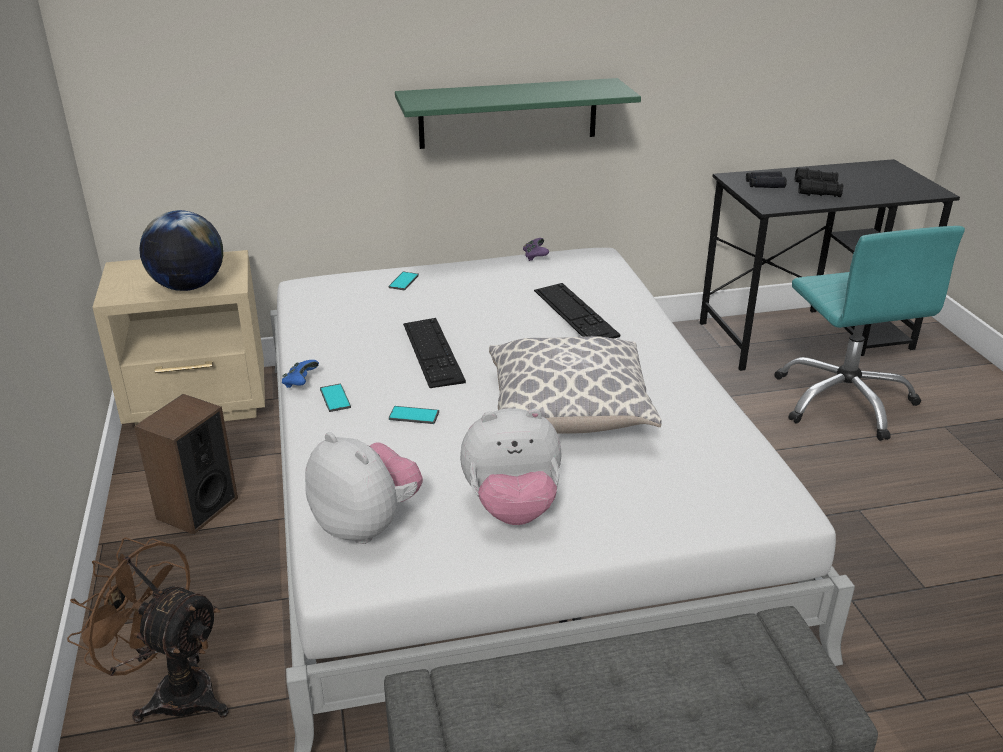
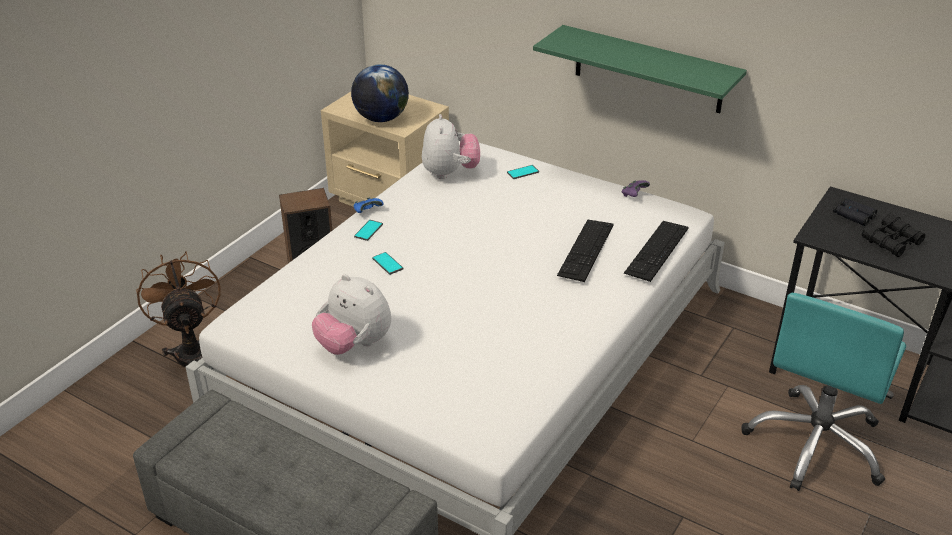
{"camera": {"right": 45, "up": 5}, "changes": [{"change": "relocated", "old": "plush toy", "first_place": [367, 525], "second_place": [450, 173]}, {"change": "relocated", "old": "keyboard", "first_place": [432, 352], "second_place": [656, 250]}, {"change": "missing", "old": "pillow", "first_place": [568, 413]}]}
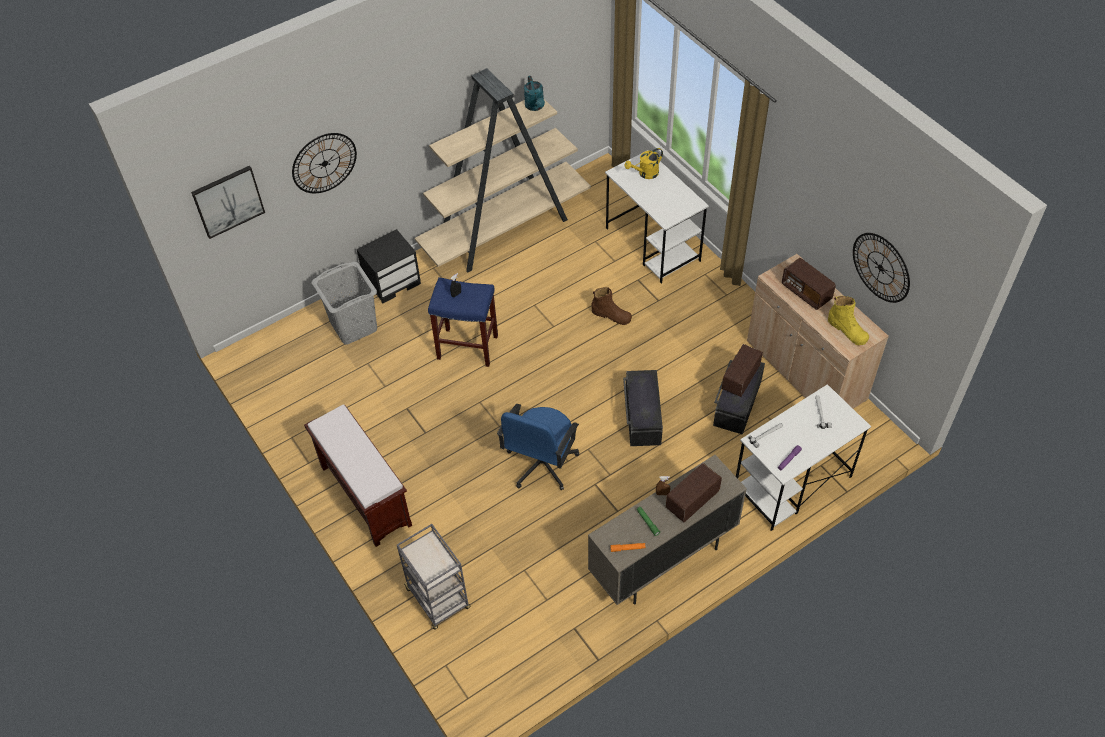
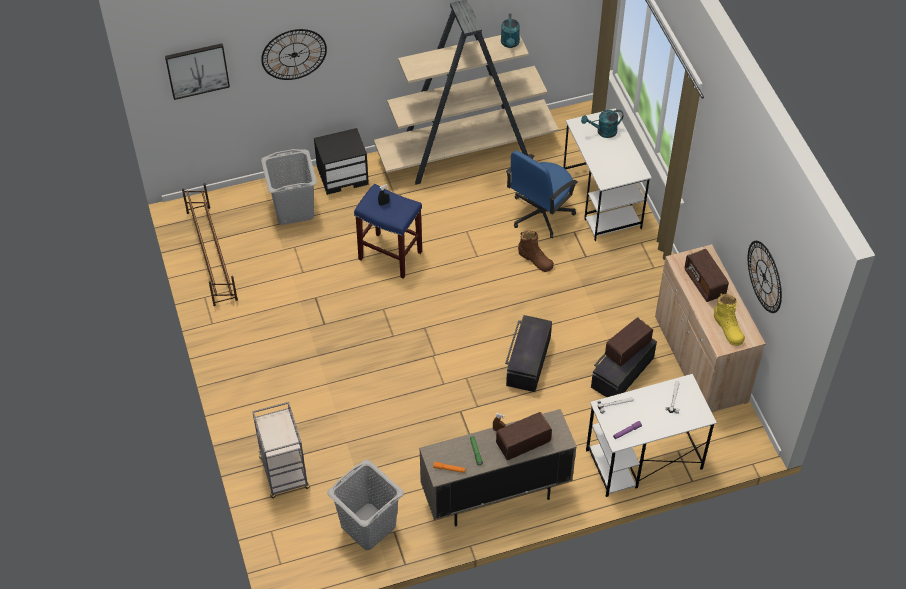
{"camera": {"right": 15, "up": 0}, "changes": [{"change": "missing", "old": "brown bench", "first_place": [364, 495]}, {"change": "relocated", "old": "blue office chair", "first_place": [541, 464], "second_place": [540, 214]}, {"change": "colour", "old": "yellow watering can", "new": "turquoise watering can", "first_place": [645, 174], "second_place": [603, 131]}, {"change": "appeared", "new": "brown shoe rack", "second_place": [211, 254]}, {"change": "appeared", "new": "grey laundry basket", "second_place": [368, 527]}]}
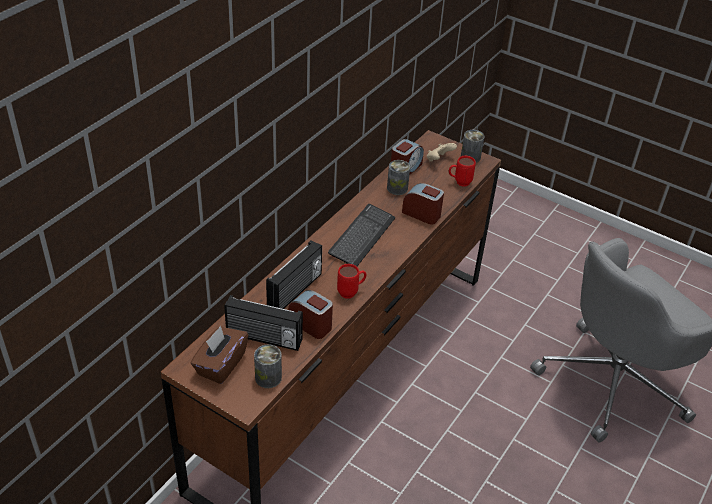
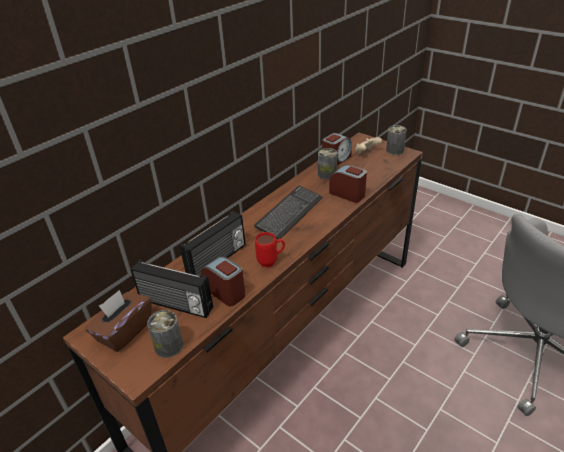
{"camera": {"right": 10, "up": -5}, "changes": [{"change": "missing", "old": "red mug", "first_place": [459, 182]}]}
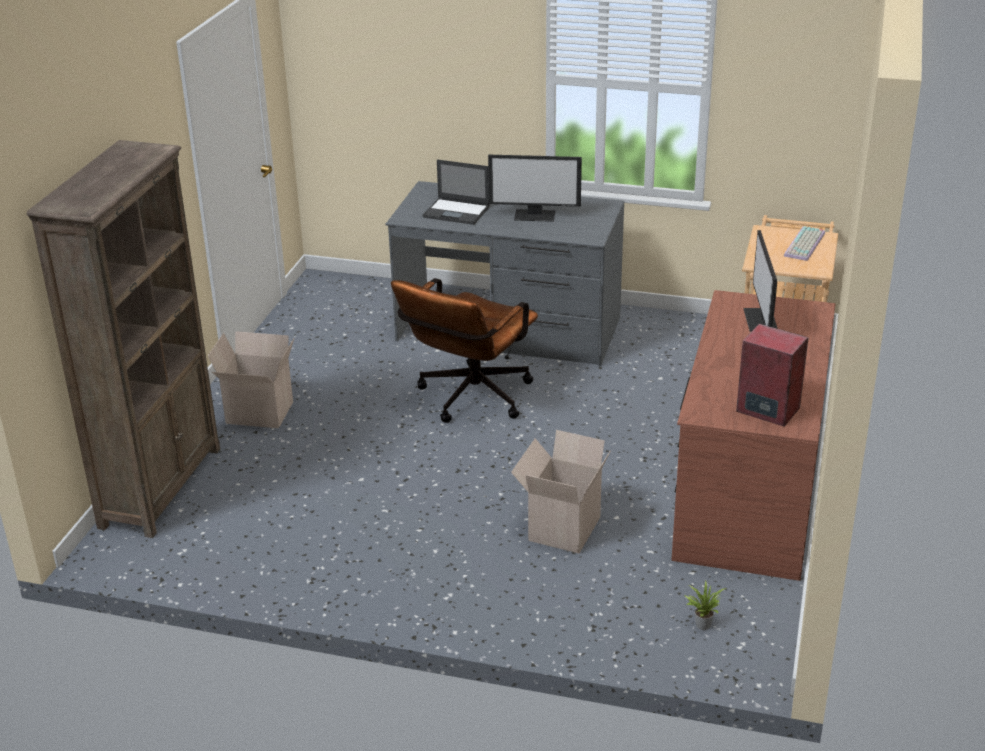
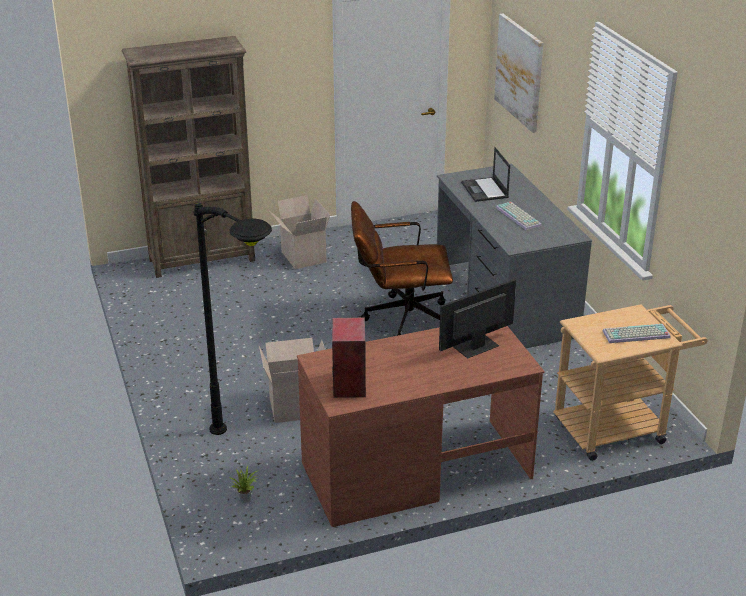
{"camera": {"right": 55, "up": 0}, "changes": [{"change": "exchanged", "old": "monitor", "new": "keyboard", "first_place": [535, 215], "second_place": [519, 216]}, {"change": "appeared", "new": "black floor lamp", "second_place": [251, 456]}, {"change": "appeared", "new": "picture", "second_place": [519, 72]}]}
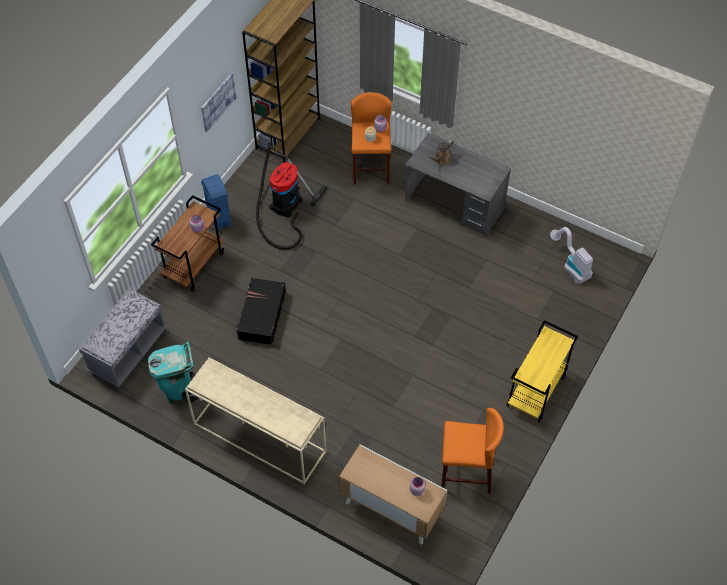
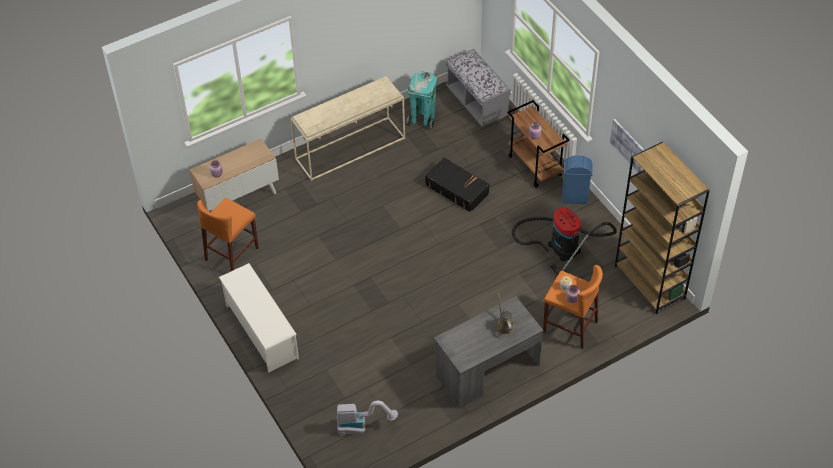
{"camera": {"right": 120, "up": -5}, "changes": [{"change": "exchanged", "old": "yellow cart", "new": "white shoe rack", "first_place": [536, 392], "second_place": [261, 331]}]}
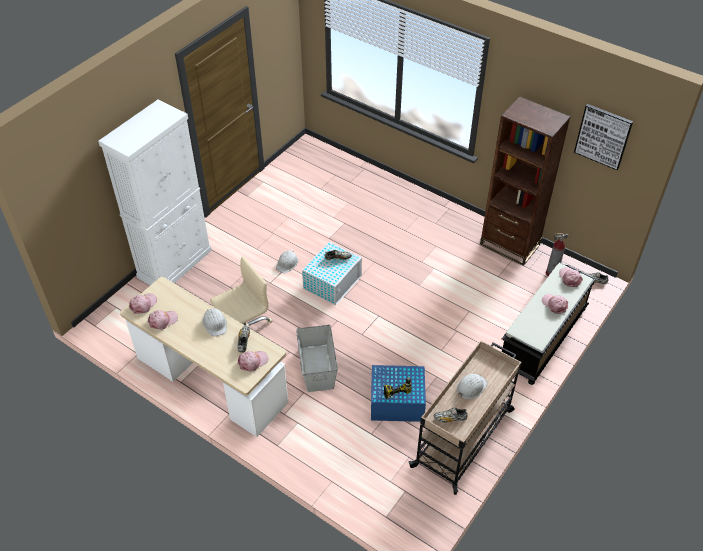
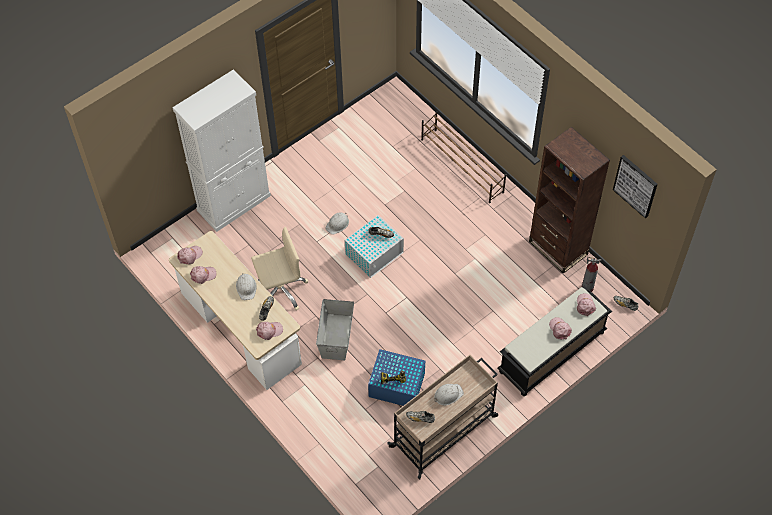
{"camera": {"right": 15, "up": 10}, "changes": [{"change": "appeared", "new": "brown shoe rack", "second_place": [462, 166]}]}
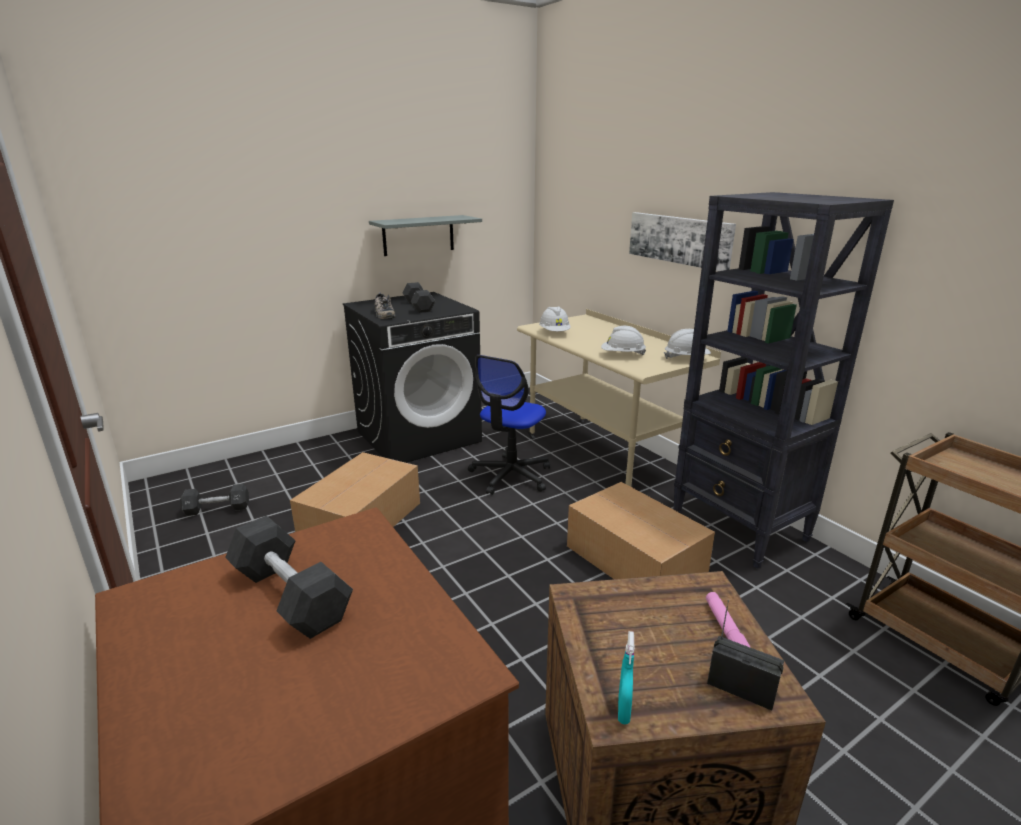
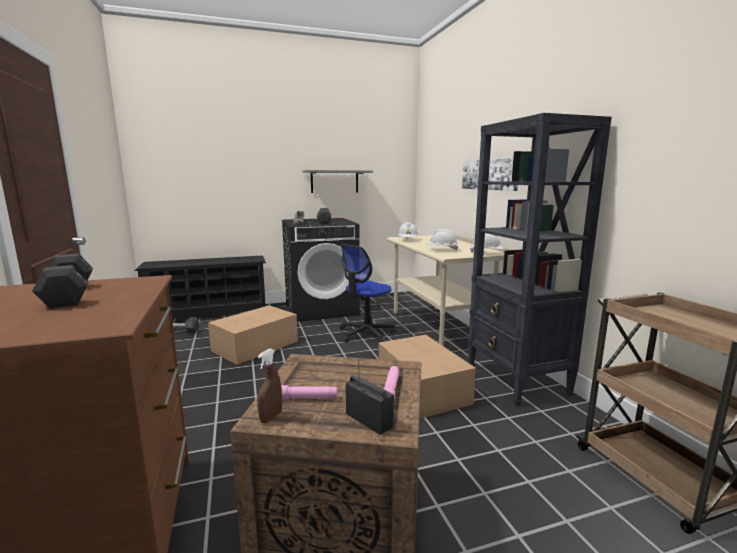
{"camera": {"right": 15, "up": -10}, "changes": [{"change": "colour", "old": "turquoise spray bottle", "new": "brown spray bottle", "first_place": [623, 710], "second_place": [271, 417]}, {"change": "appeared", "new": "black shoe rack", "second_place": [209, 314]}, {"change": "appeared", "new": "pink flashlight", "second_place": [303, 398]}]}
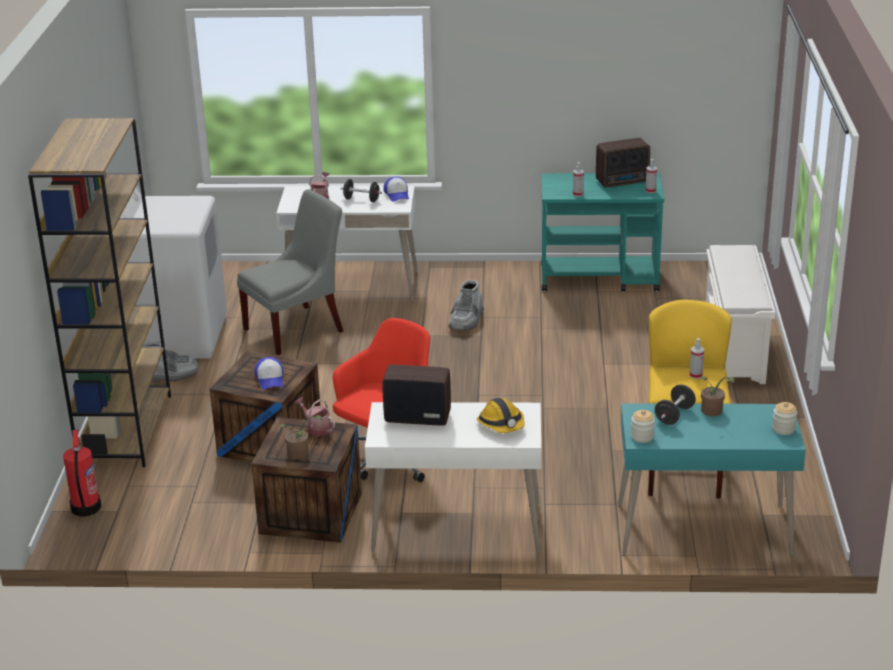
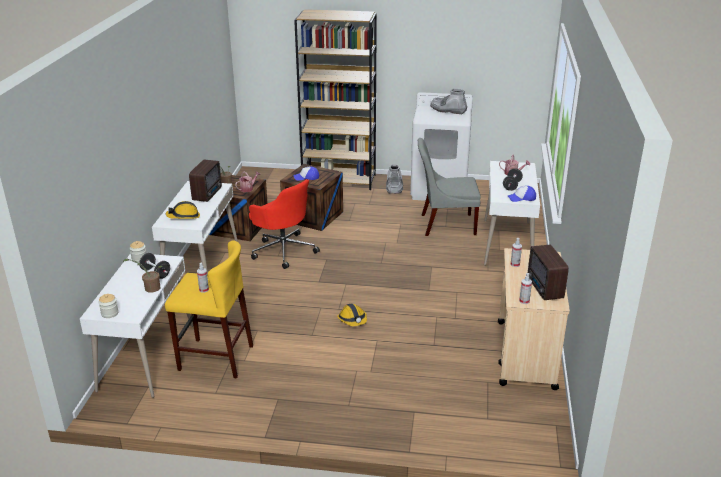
{"camera": {"right": 95, "up": 0}, "changes": [{"change": "missing", "old": "fire extinguisher", "first_place": [85, 508]}, {"change": "spun", "old": "grey chair", "first_place": [297, 329], "second_place": [445, 224], "degrees": 120}, {"change": "relocated", "old": "grey boot", "first_place": [466, 321], "second_place": [448, 110]}, {"change": "colour", "old": "turquoise cart", "new": "beige cart", "first_place": [600, 278], "second_place": [525, 355]}, {"change": "colour", "old": "turquoise desk", "new": "white desk", "first_place": [703, 530], "second_place": [146, 357]}, {"change": "missing", "old": "white shoe rack", "first_place": [735, 350]}, {"change": "appeared", "new": "hard hat", "second_place": [352, 320]}]}
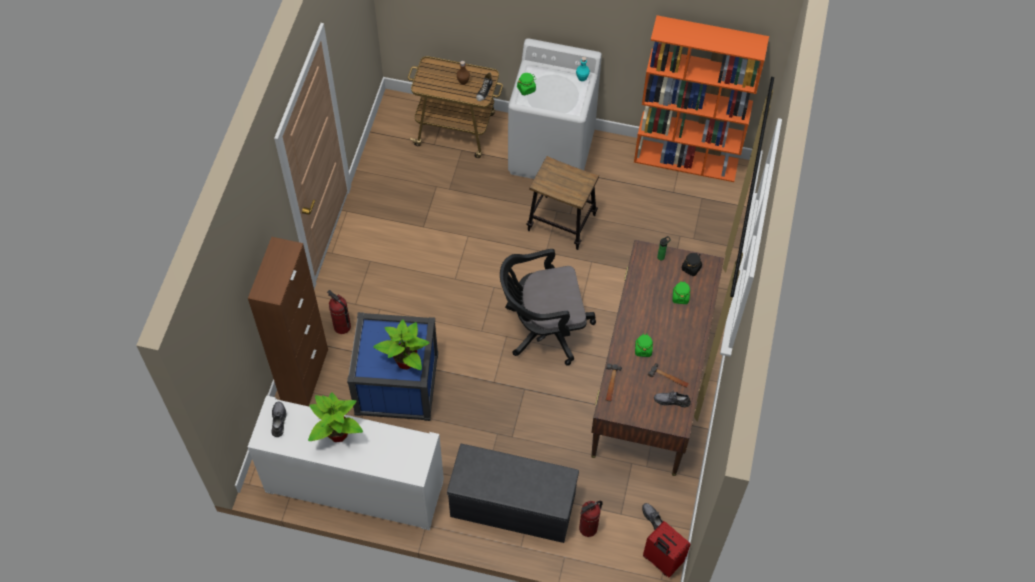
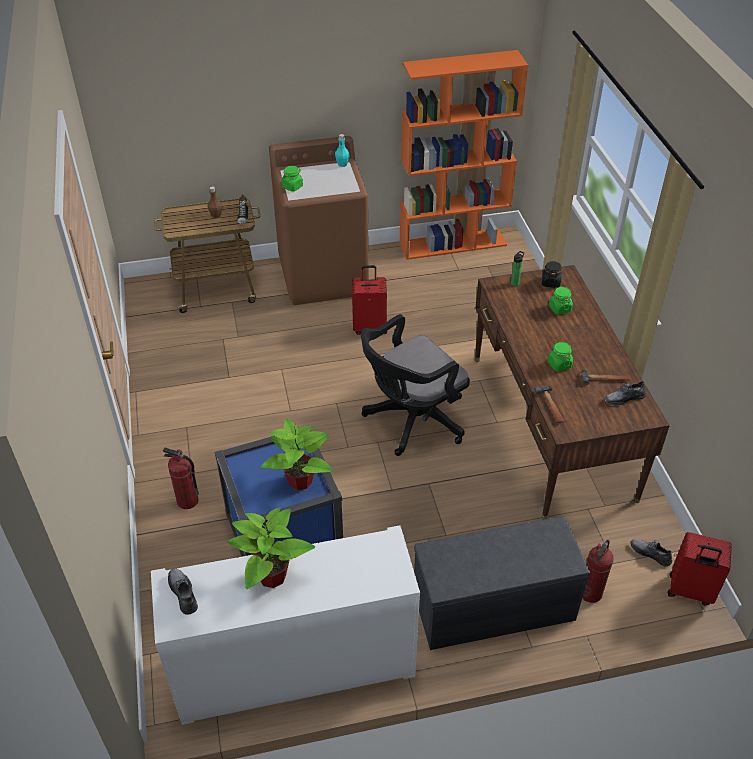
{"camera": {"right": -25, "up": -15}, "changes": [{"change": "missing", "old": "brown cabinet", "first_place": [304, 374]}, {"change": "colour", "old": "white washing machine", "new": "brown washing machine", "first_place": [552, 152], "second_place": [323, 276]}, {"change": "exchanged", "old": "stool", "new": "red suitcase", "first_place": [561, 222], "second_place": [370, 326]}]}
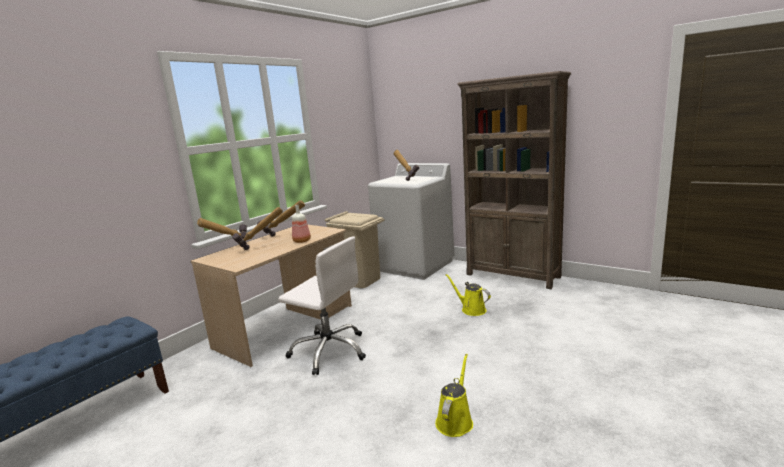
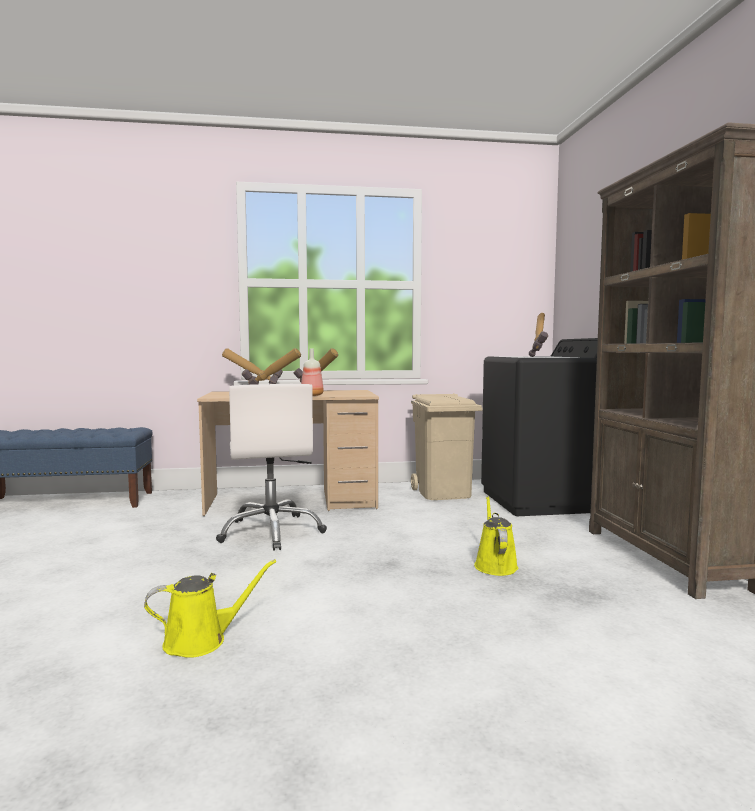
{"camera": {"right": 45, "up": -10}, "changes": [{"change": "colour", "old": "white washing machine", "new": "black washing machine", "first_place": [415, 265], "second_place": [542, 501]}]}
